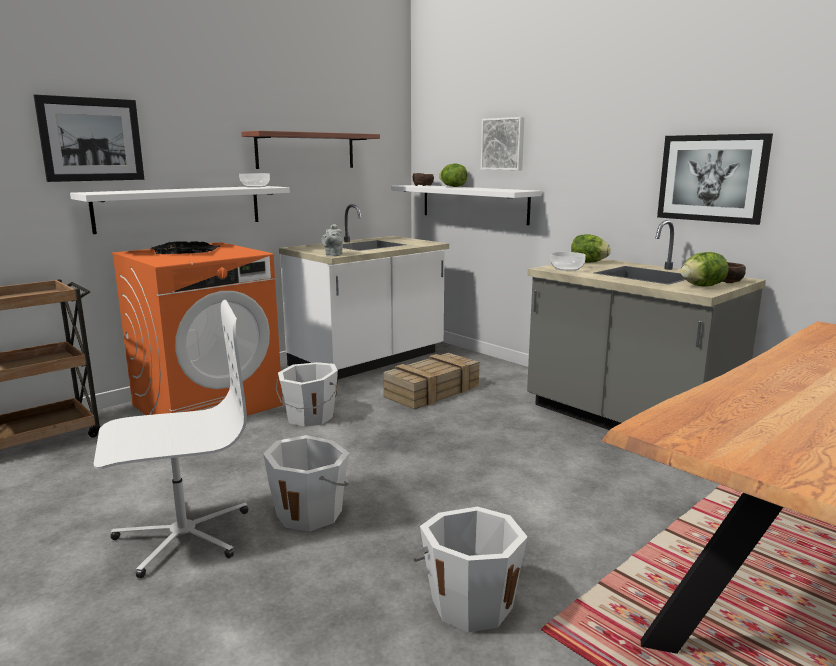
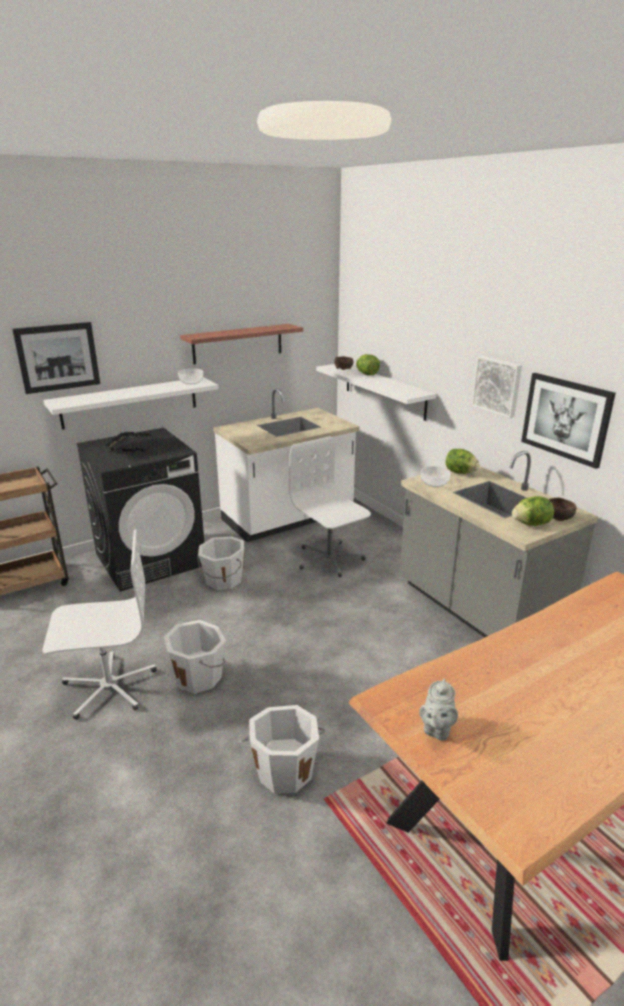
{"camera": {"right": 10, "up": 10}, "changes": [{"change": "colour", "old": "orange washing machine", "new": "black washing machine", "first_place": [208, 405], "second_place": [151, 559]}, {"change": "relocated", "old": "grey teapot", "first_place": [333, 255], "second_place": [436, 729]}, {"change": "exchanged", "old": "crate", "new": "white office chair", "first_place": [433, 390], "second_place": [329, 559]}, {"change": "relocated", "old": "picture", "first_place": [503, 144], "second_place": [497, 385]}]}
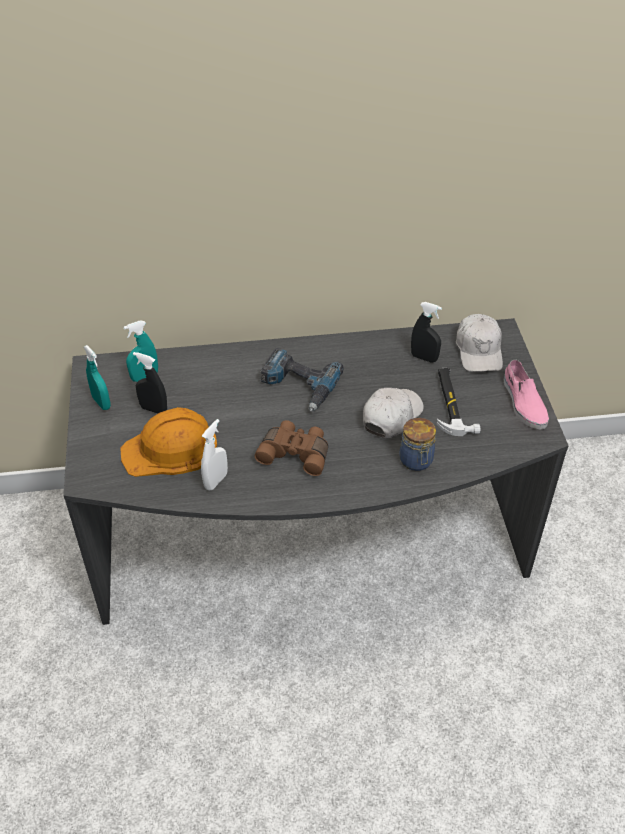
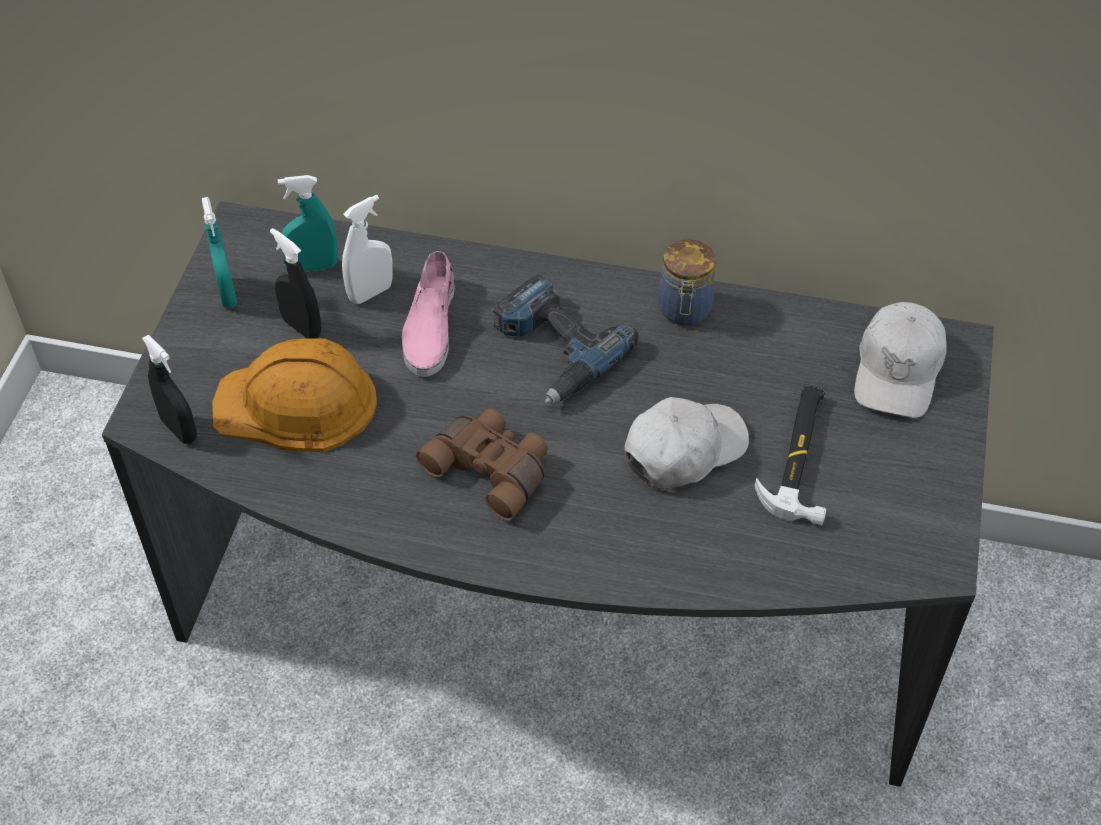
{"camera": {"right": 20, "up": 5}, "changes": [{"change": "relocated", "old": "white spray bottle", "first_place": [216, 481], "second_place": [371, 293]}, {"change": "relocated", "old": "jar", "first_place": [416, 461], "second_place": [684, 310]}, {"change": "relocated", "old": "black spray bottle", "first_place": [424, 358], "second_place": [179, 429]}, {"change": "relocated", "old": "pink shoe", "first_place": [523, 402], "second_place": [430, 327]}]}
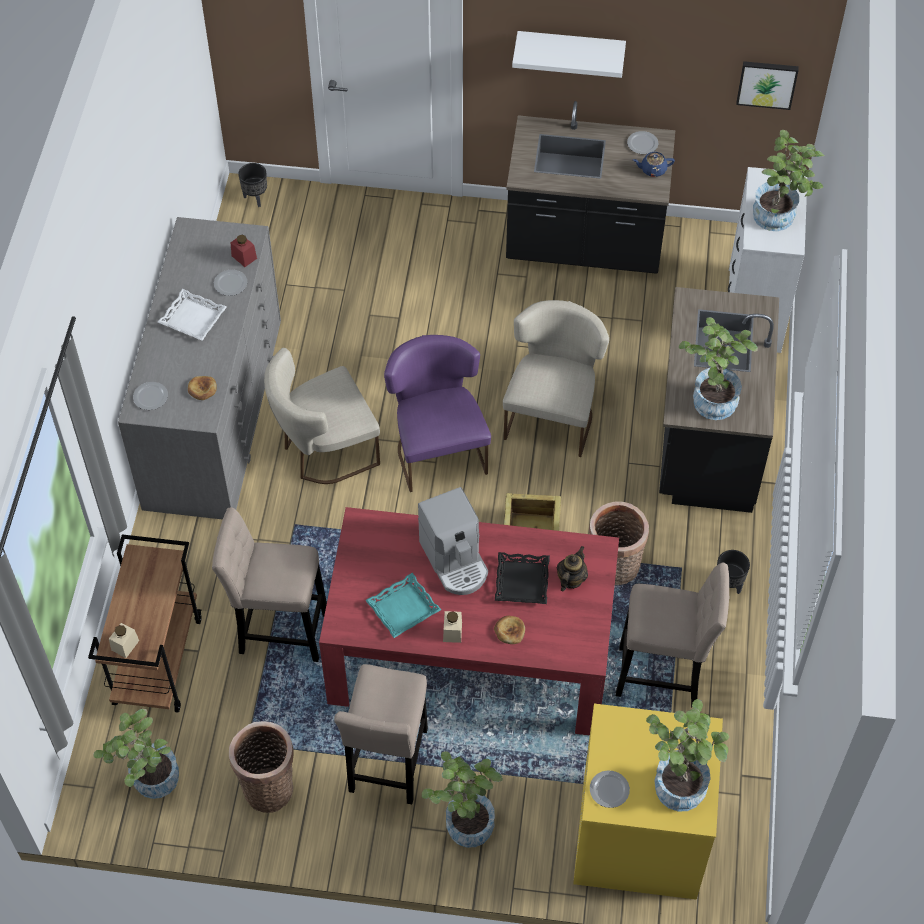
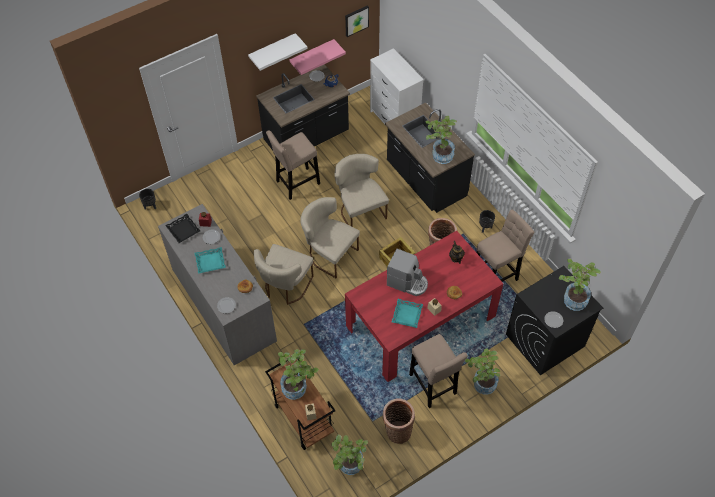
{"camera": {"right": -40, "up": 0}, "changes": [{"change": "colour", "old": "white tray", "new": "turquoise tray", "first_place": [193, 318], "second_place": [210, 262]}, {"change": "relocated", "old": "beige stool", "first_place": [278, 631], "second_place": [296, 184]}, {"change": "colour", "old": "purple chair", "new": "beige chair", "first_place": [437, 448], "second_place": [329, 254]}, {"change": "relocated", "old": "black tray", "first_place": [522, 581], "second_place": [183, 230]}, {"change": "colour", "old": "yellow washing machine", "new": "black washing machine", "first_place": [638, 837], "second_place": [544, 341]}, {"change": "relocated", "old": "potted plant", "first_place": [779, 218], "second_place": [298, 388]}, {"change": "appeared", "new": "pink shelf", "second_place": [312, 55]}]}
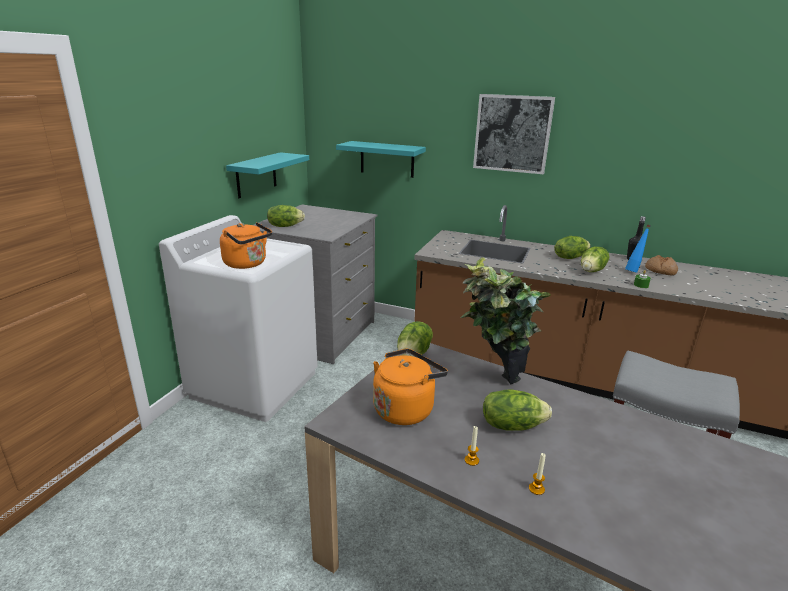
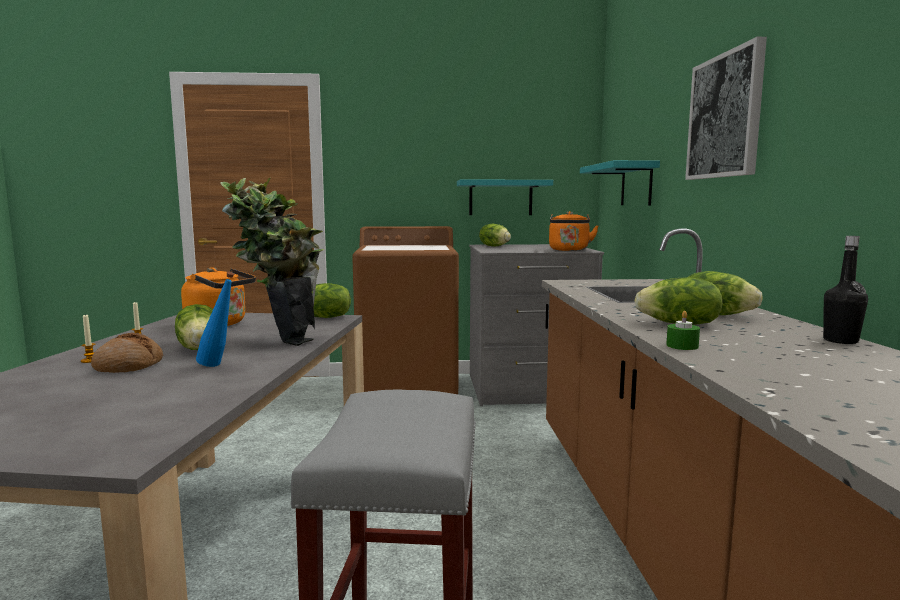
{"camera": {"right": 65, "up": -15}, "changes": [{"change": "colour", "old": "white washing machine", "new": "brown washing machine", "first_place": [255, 384], "second_place": [409, 388]}, {"change": "relocated", "old": "orange kettle", "first_place": [247, 264], "second_place": [569, 250]}, {"change": "relocated", "old": "blue bottle", "first_place": [633, 271], "second_place": [219, 366]}, {"change": "relocated", "old": "bread", "first_place": [660, 271], "second_place": [129, 365]}]}
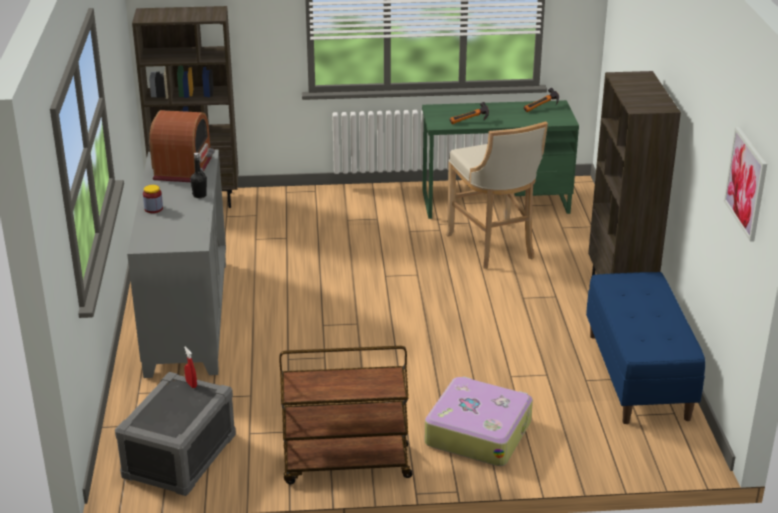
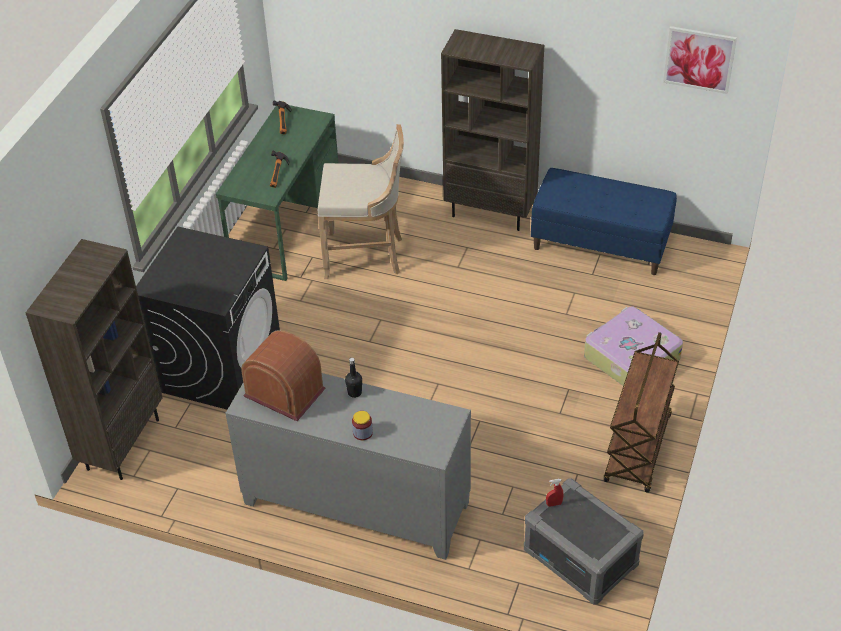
{"camera": {"right": -65, "up": 15}, "changes": [{"change": "appeared", "new": "black washing machine", "second_place": [220, 366]}]}
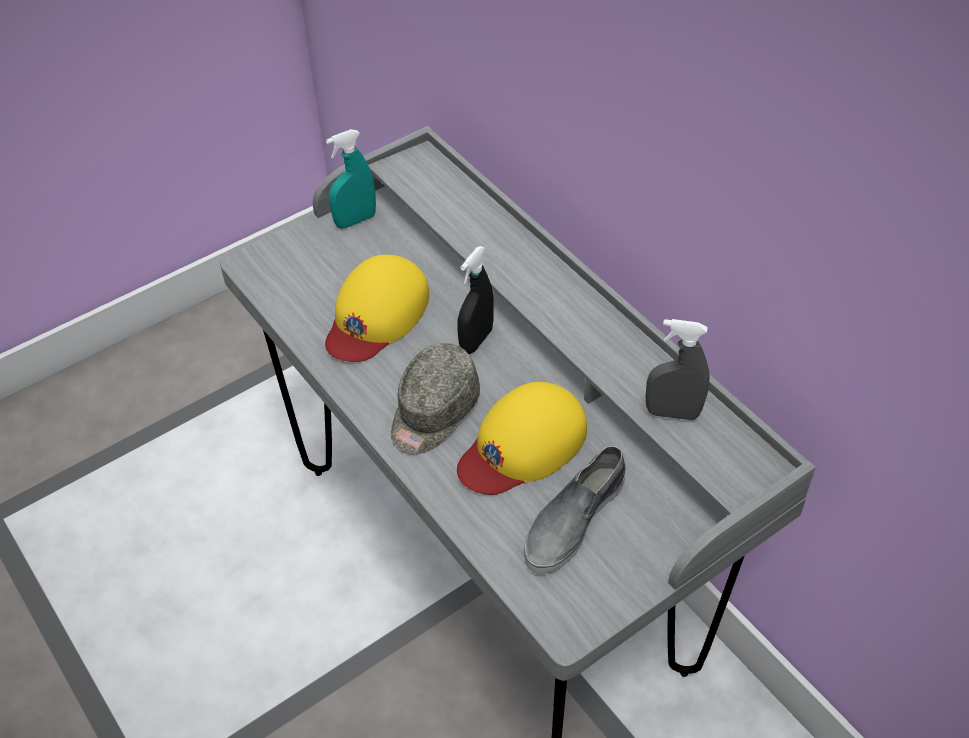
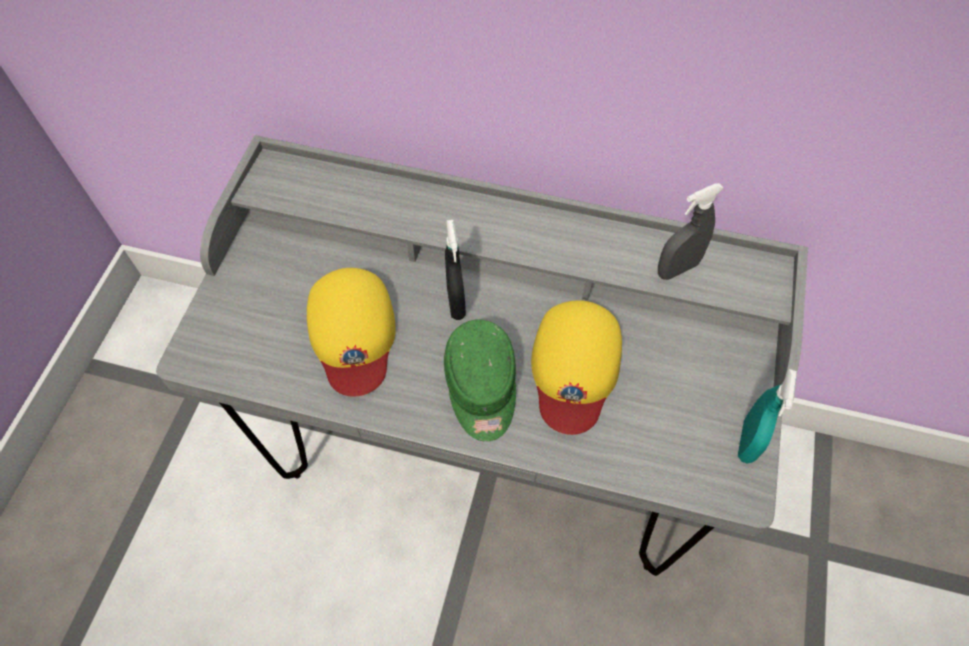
{"camera": {"right": -40, "up": 10}, "changes": [{"change": "relocated", "old": "turquoise spray bottle", "first_place": [355, 220], "second_place": [747, 441]}, {"change": "colour", "old": "grey cap", "new": "green cap", "first_place": [433, 413], "second_place": [481, 389]}, {"change": "missing", "old": "grey shoe", "first_place": [573, 519]}]}
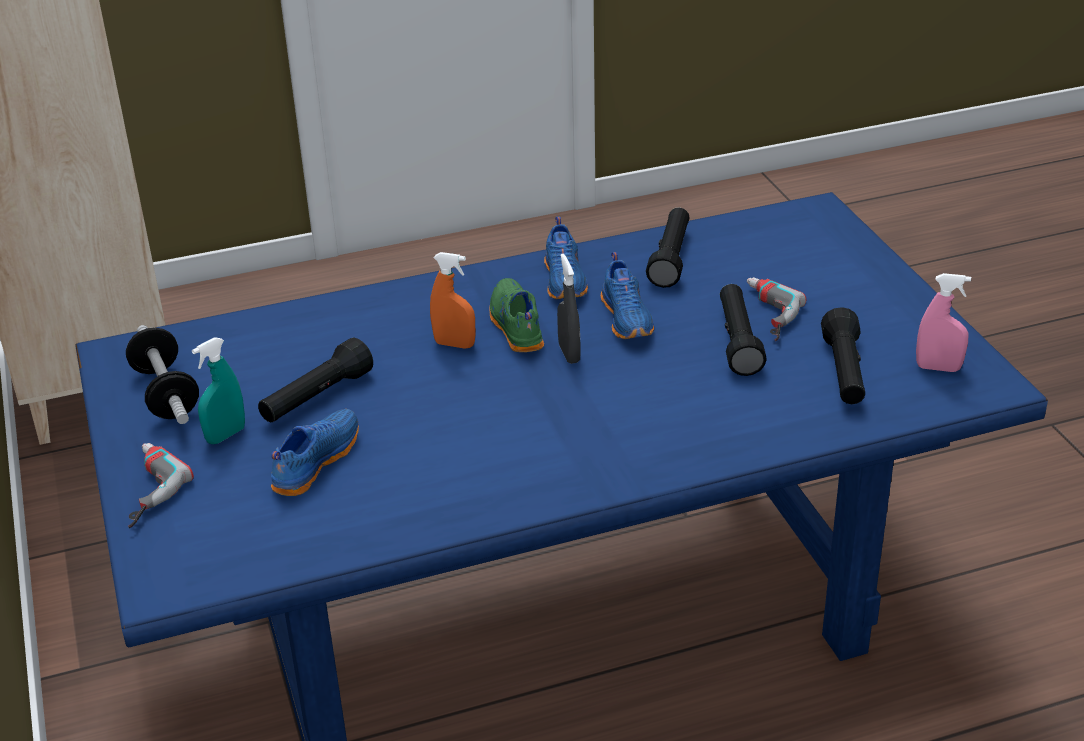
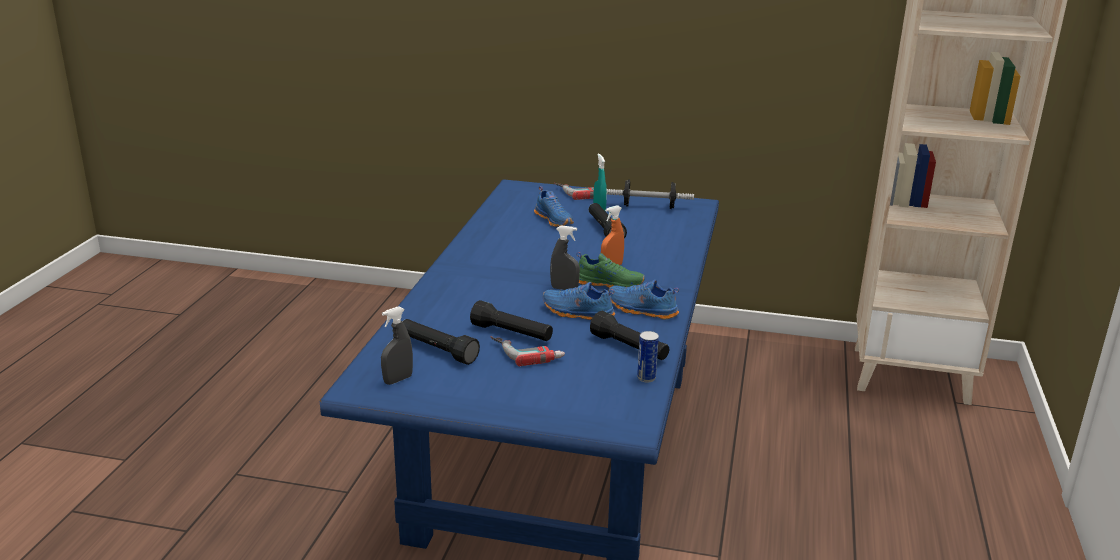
{"camera": {"right": 120, "up": -10}, "changes": [{"change": "colour", "old": "pink spray bottle", "new": "grey spray bottle", "first_place": [938, 368], "second_place": [398, 380]}, {"change": "appeared", "new": "can", "second_place": [646, 378]}]}
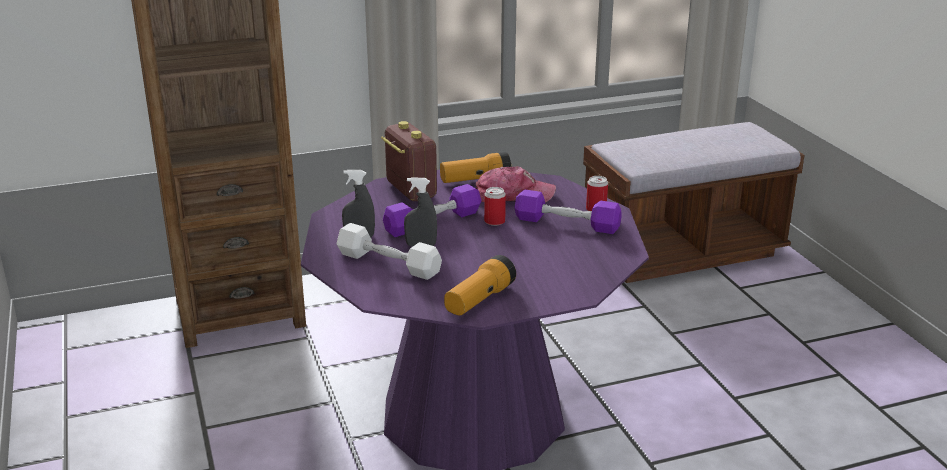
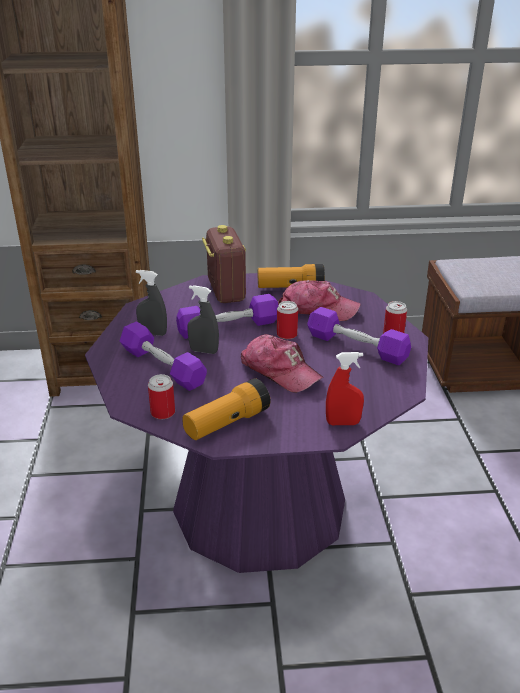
{"camera": {"right": 15, "up": 5}, "changes": [{"change": "colour", "old": "white dumbbell", "new": "purple dumbbell", "first_place": [388, 263], "second_place": [163, 367]}, {"change": "appeared", "new": "can", "second_place": [163, 413]}, {"change": "appeared", "new": "cap", "second_place": [280, 371]}, {"change": "appeared", "new": "red spray bottle", "second_place": [343, 423]}]}
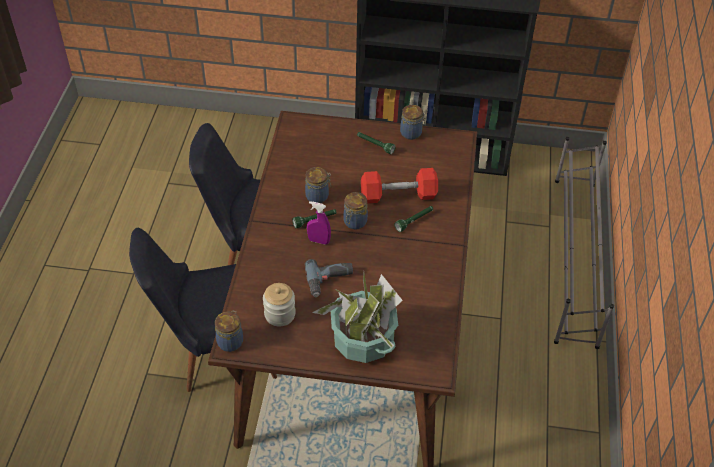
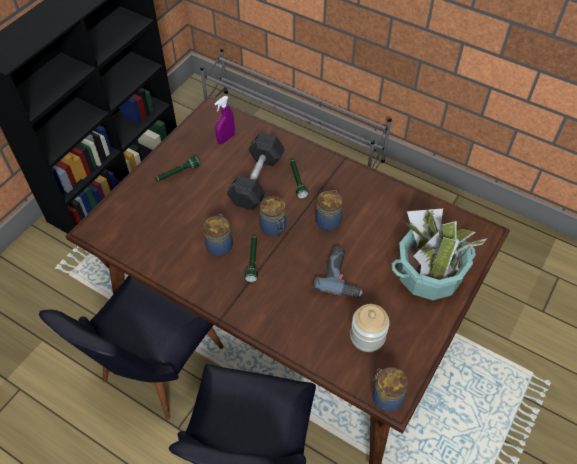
{"camera": {"right": -65, "up": 5}, "changes": [{"change": "relocated", "old": "purple spray bottle", "first_place": [319, 241], "second_place": [226, 139]}, {"change": "colour", "old": "red dumbbell", "new": "grey dumbbell", "first_place": [398, 195], "second_place": [257, 180]}, {"change": "relocated", "old": "jar", "first_place": [412, 133], "second_place": [328, 221]}]}
